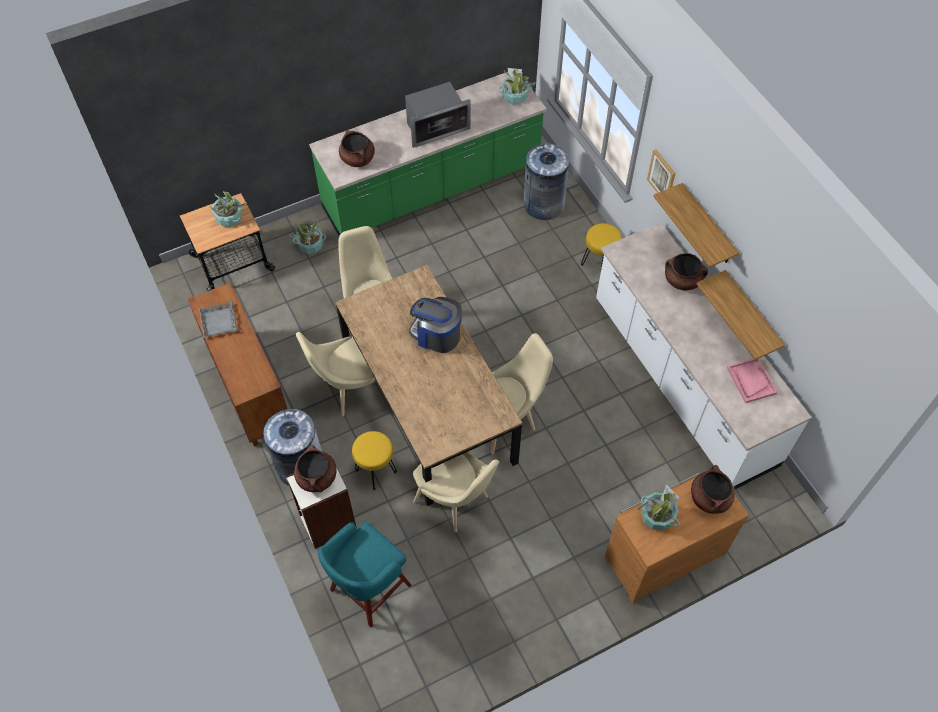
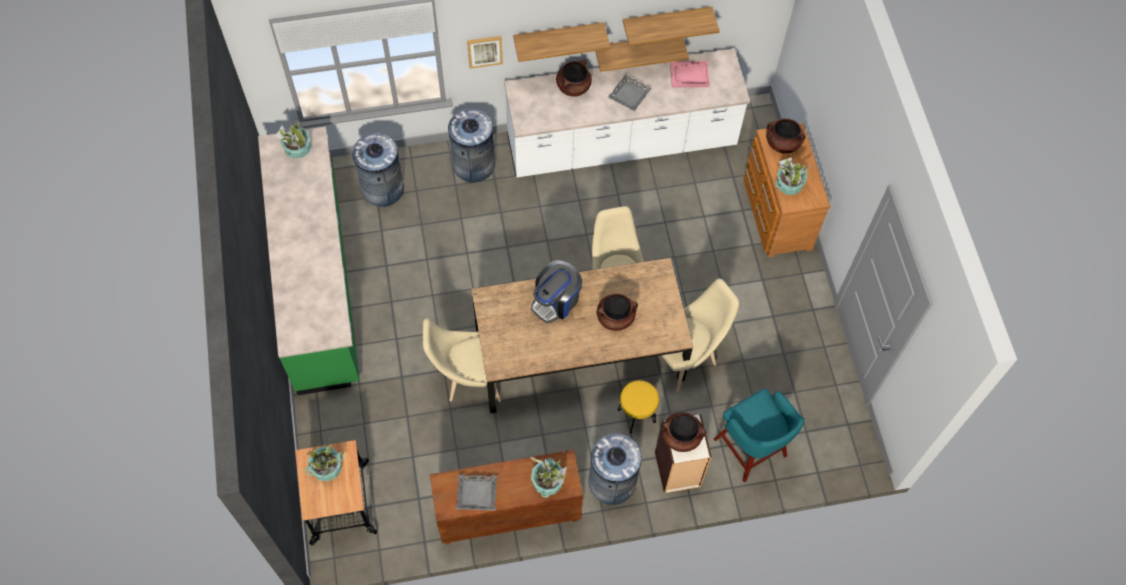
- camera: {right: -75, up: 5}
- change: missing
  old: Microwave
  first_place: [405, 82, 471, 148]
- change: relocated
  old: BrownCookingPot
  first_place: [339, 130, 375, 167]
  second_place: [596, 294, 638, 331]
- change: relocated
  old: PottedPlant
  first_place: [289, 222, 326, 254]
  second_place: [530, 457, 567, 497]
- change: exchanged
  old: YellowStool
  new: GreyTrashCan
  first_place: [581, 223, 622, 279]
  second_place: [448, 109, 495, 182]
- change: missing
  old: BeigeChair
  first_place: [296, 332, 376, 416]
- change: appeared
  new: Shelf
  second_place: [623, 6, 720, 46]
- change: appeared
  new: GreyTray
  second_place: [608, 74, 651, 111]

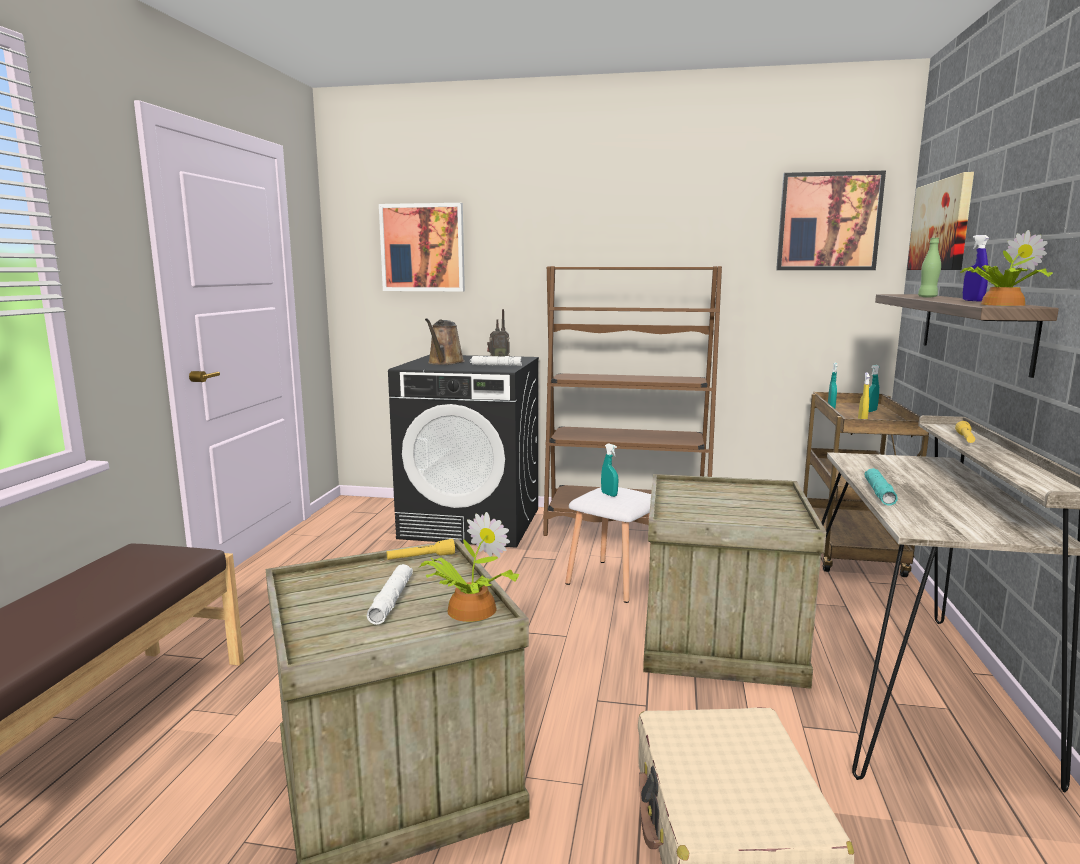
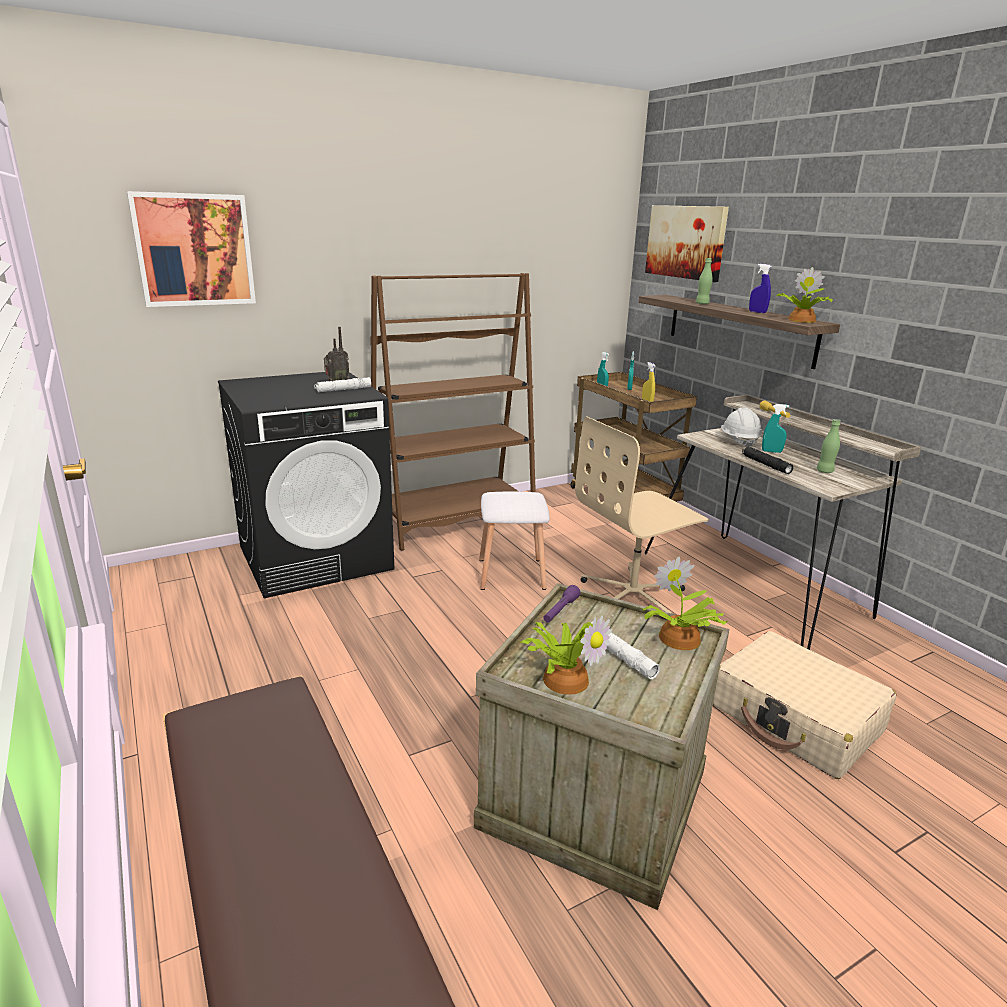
- camera: {right: -40, up: 10}
- change: missing
  old: Picture
  first_place: [776, 171, 886, 270]
- change: missing
  old: BrownWateringCan
  first_place: [425, 318, 465, 365]
- change: relocated
  old: TurquoiseSprayBottle
  first_place: [601, 443, 618, 497]
  second_place: [762, 404, 789, 453]
- change: colour
  old: TurquoiseFlashlight
  new: BlackFlashlight
  first_place: [864, 468, 898, 506]
  second_place: [742, 447, 793, 474]
- change: exchanged
  old: Crate
  new: BeigeOfficeChair
  first_place: [643, 474, 826, 689]
  second_place: [575, 417, 709, 613]
- change: colour
  old: YellowFlashlight
  new: PurpleFlashlight
  first_place: [387, 539, 455, 560]
  second_place: [543, 585, 580, 622]
- change: appeared
  new: WhiteHardHat
  second_place: [721, 407, 762, 447]
- change: appeared
  new: GreenBottle
  second_place: [817, 419, 841, 473]
- change: appeared
  new: PottedPlant
  second_place: [520, 615, 612, 695]

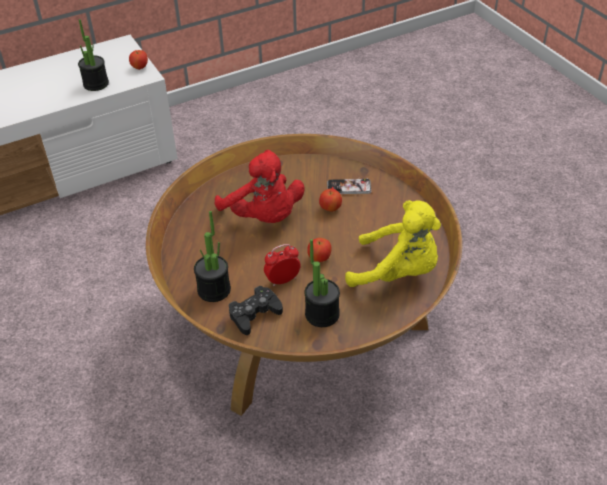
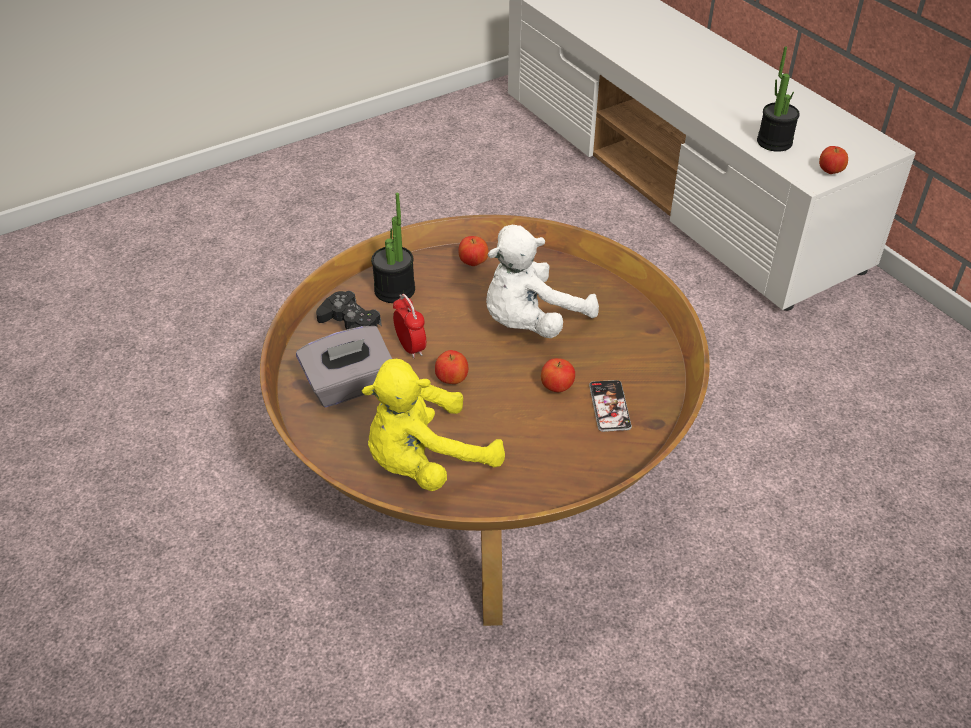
- camera: {right: 85, up: 0}
- change: colour
  old: RedPlushToy
  new: WhitePlushToy
  first_place: [215, 150, 305, 223]
  second_place: [486, 225, 599, 338]
- change: spun
  old: YellowPlushToy
  first_place: [345, 200, 441, 287]
  second_place: [362, 359, 505, 491]
  degrees: 45
- change: exchanged
  old: PottedPlant
  new: GreyTissueBox
  first_place: [304, 239, 340, 327]
  second_place: [296, 326, 392, 407]
- change: appeared
  new: Apple
  second_place: [458, 236, 489, 266]

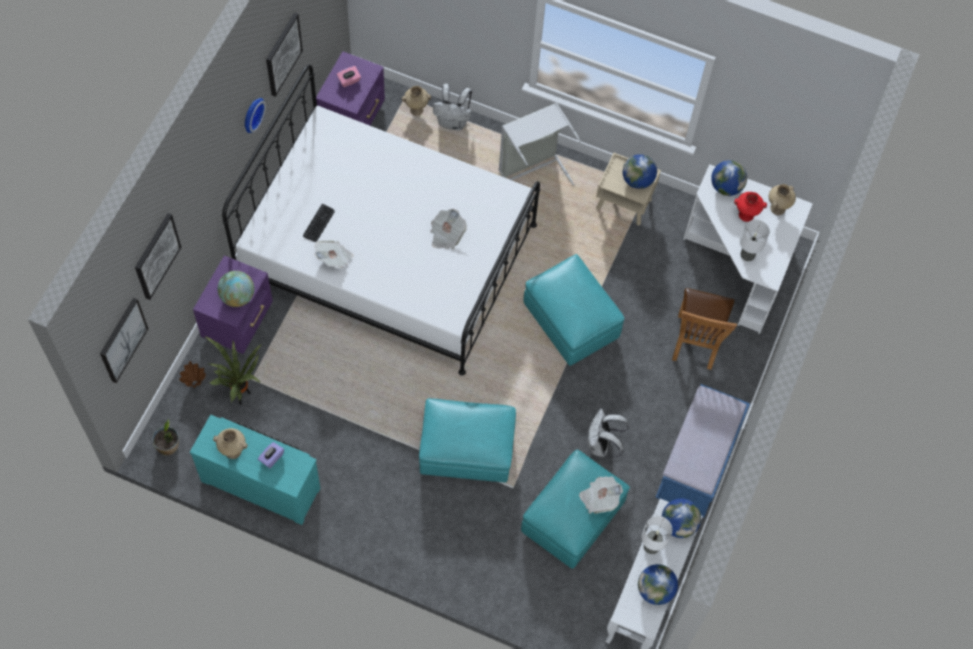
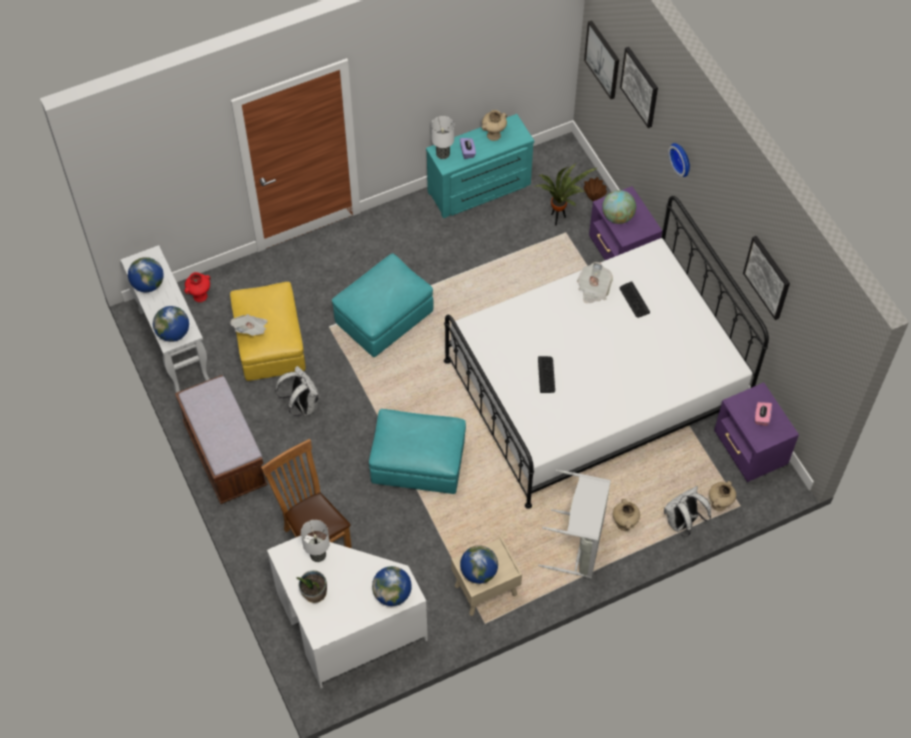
- camera: {right: 135, up: -5}
- change: relocated
  old: WallClock
  first_place: [245, 98, 266, 133]
  second_place: [668, 143, 690, 177]
- change: relocated
  old: BeigeVase
  first_place: [769, 184, 796, 215]
  second_place: [613, 499, 640, 531]
- change: relocated
  old: RedVase
  first_place: [734, 192, 767, 222]
  second_place: [184, 272, 211, 302]
- change: exchanged
  old: Newspaper
  new: Keyboard
  first_place: [430, 209, 467, 249]
  second_place: [538, 356, 555, 393]
- change: colour
  old: BlueBench
  new: BrownBench
  first_place: [655, 384, 750, 518]
  second_place: [175, 375, 268, 504]
- change: relocated
  old: PottedPlant
  first_place: [152, 419, 179, 456]
  second_place: [297, 570, 327, 603]
- change: colour
  old: TurquoiseOttoman
  new: YellowOttoman
  first_place: [521, 450, 630, 569]
  second_place: [230, 282, 306, 381]
- change: relocated
  old: TableLamp
  first_place: [642, 516, 672, 554]
  second_place: [431, 116, 454, 159]

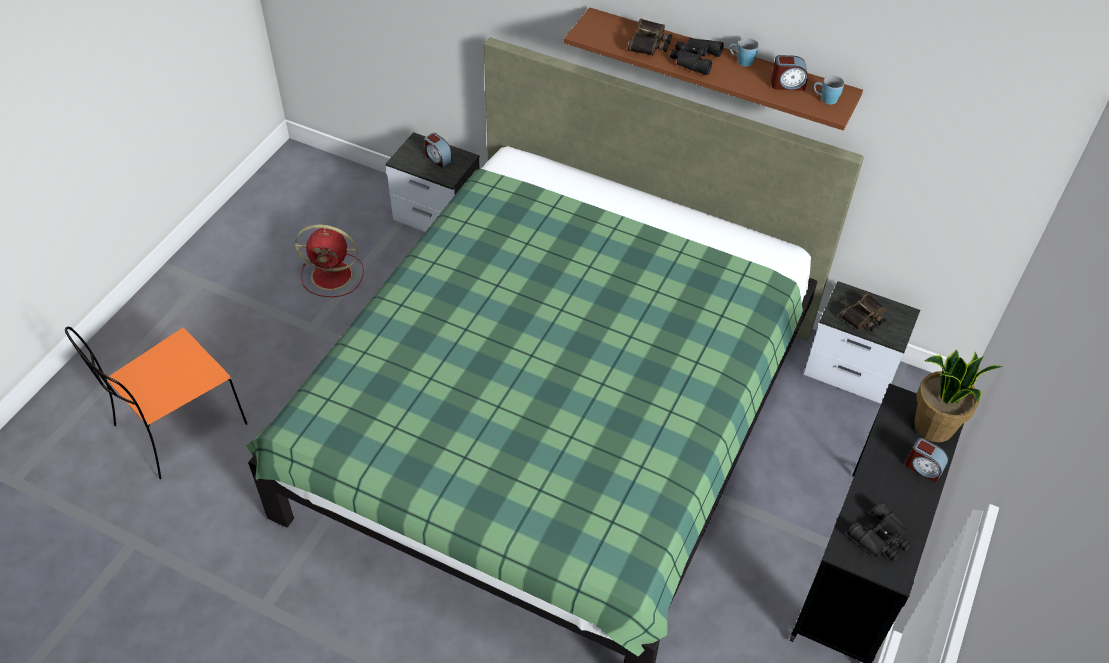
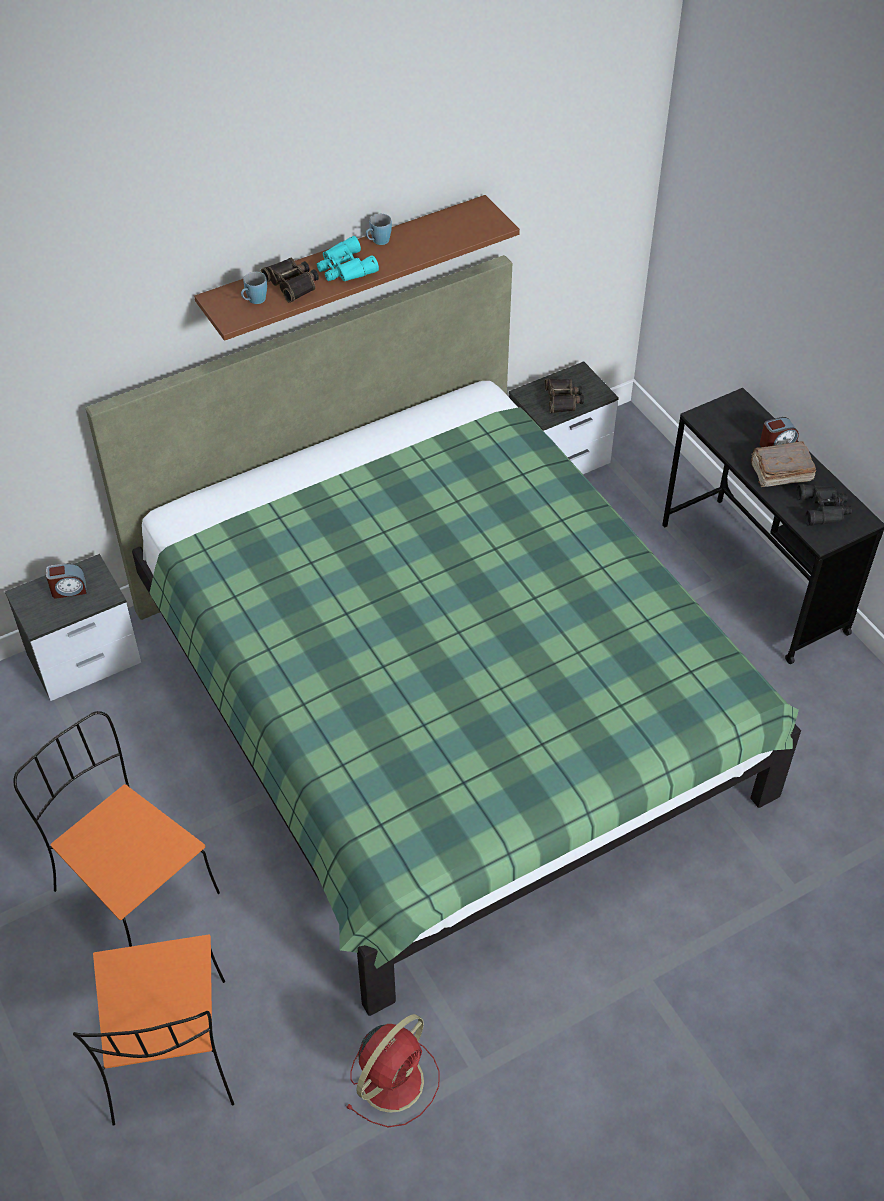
- camera: {right: -55, up: 0}
- change: colour
  old: BlackBinoculars
  new: TurquoiseBinoculars
  first_place: [670, 37, 724, 75]
  second_place: [317, 236, 379, 281]
- change: missing
  old: AlarmClock
  first_place: [771, 55, 808, 91]
- change: relocated
  old: BlueMug
  first_place: [814, 75, 844, 105]
  second_place: [241, 272, 267, 304]
- change: relocated
  old: RedFan
  first_place: [295, 224, 364, 297]
  second_place: [346, 1014, 440, 1127]
- change: missing
  old: PottedPlant
  first_place: [914, 350, 1002, 442]
- change: appeared
  new: BrownBook
  second_place: [751, 441, 816, 487]
- change: appeared
  new: OrangeChair
  second_place: [13, 711, 220, 947]

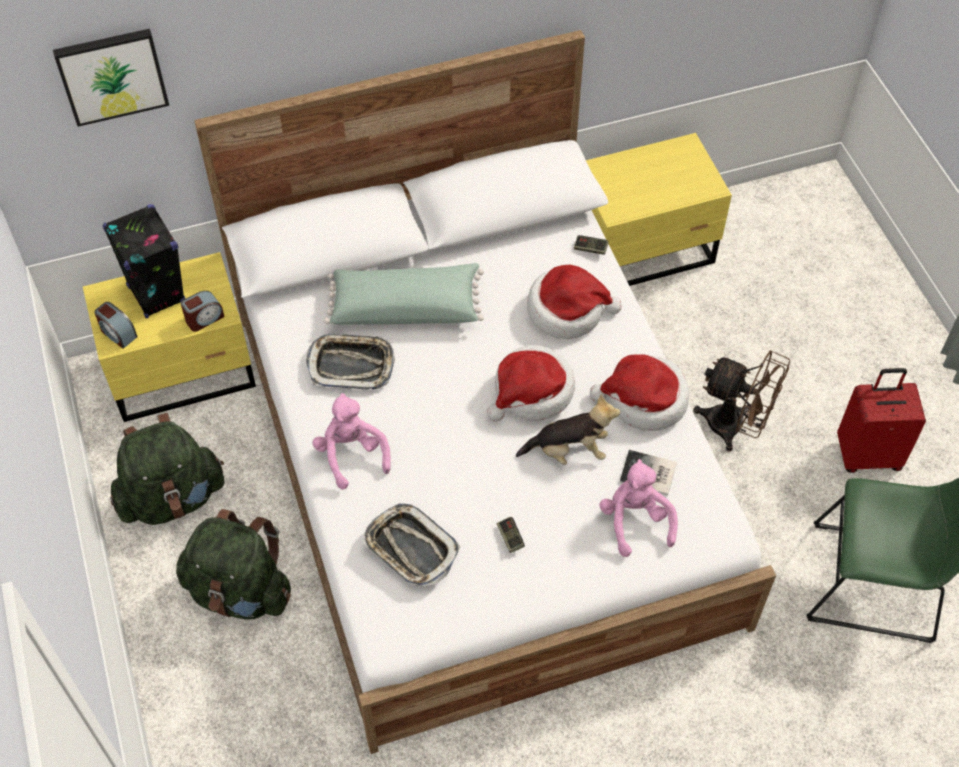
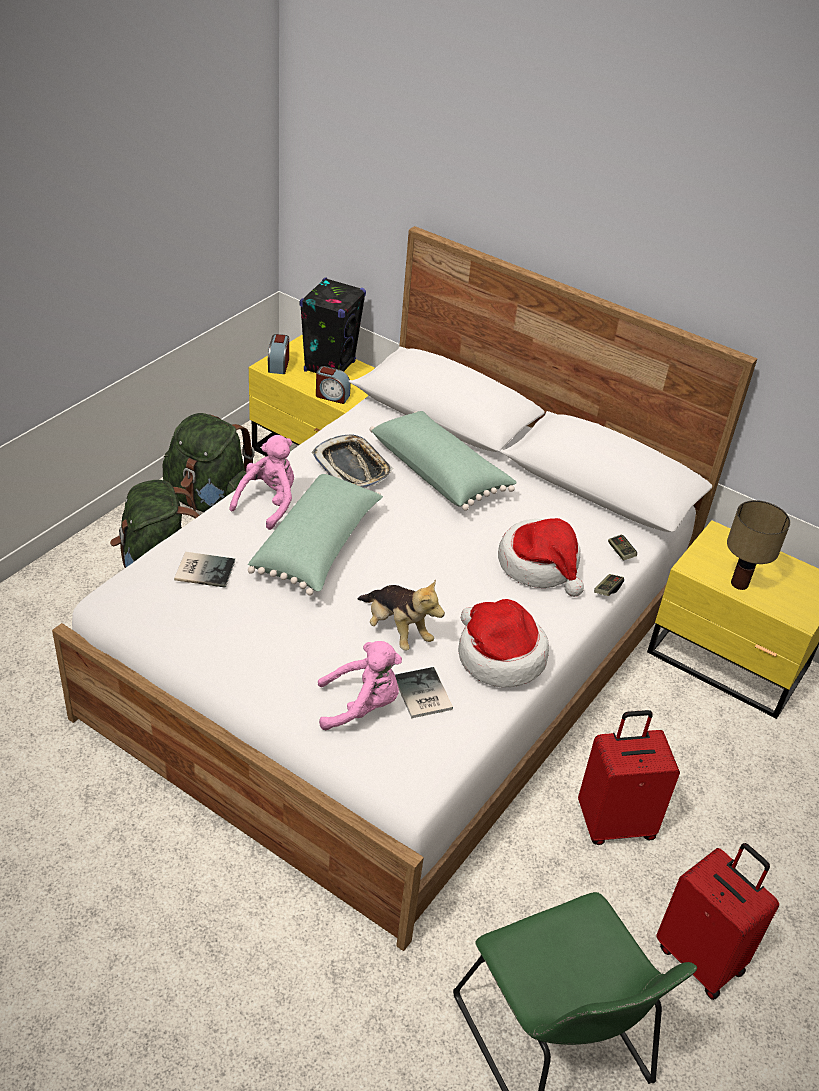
- camera: {right: 50, up: -15}
- change: missing
  old: Picture
  first_place: [53, 29, 169, 127]
- change: missing
  old: Hat
  first_place: [487, 345, 575, 422]
- change: exchanged
  old: BrownFan
  new: RedSuitcase
  first_place: [694, 350, 790, 452]
  second_place: [578, 710, 680, 845]
- change: spun
  old: PinkPlushToy
  first_place: [599, 459, 678, 557]
  second_place: [318, 641, 402, 730]
  degrees: 45
- change: exchanged
  old: Tray
  new: Book
  first_place: [362, 503, 460, 587]
  second_place: [174, 552, 235, 588]
- change: relocated
  old: GameController
  first_place: [497, 517, 525, 553]
  second_place: [594, 574, 624, 596]
- change: appeared
  new: GreenPillow
  second_place: [248, 474, 383, 596]
- change: appeared
  new: TableLamp
  second_place: [727, 500, 790, 590]

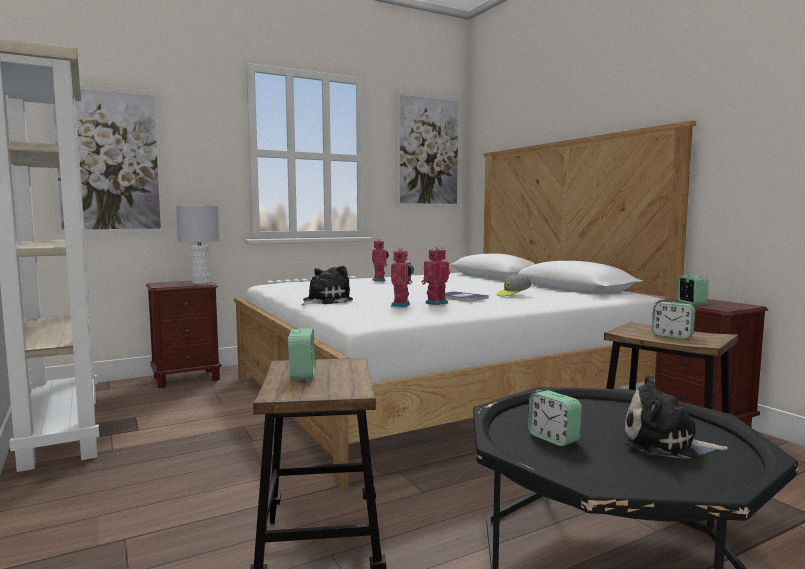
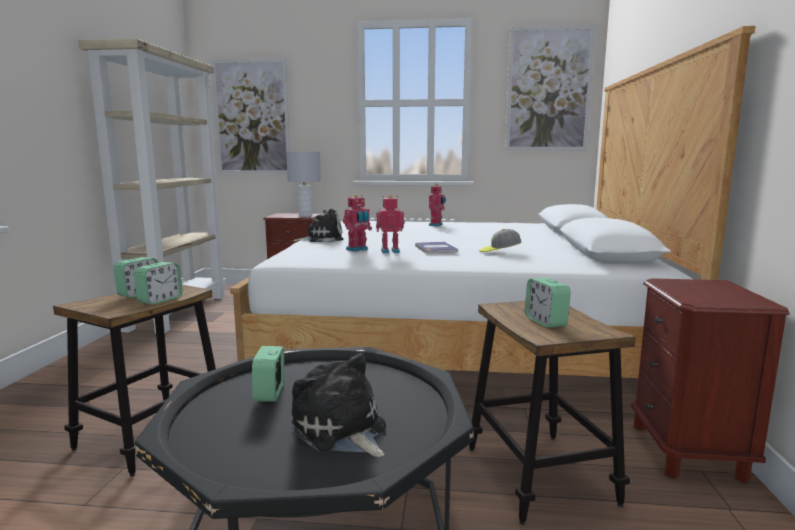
- camera: {right: 35, up: 5}
- change: relocated
  old: AlarmClock
  first_place: [677, 275, 708, 305]
  second_place: [134, 262, 182, 305]

